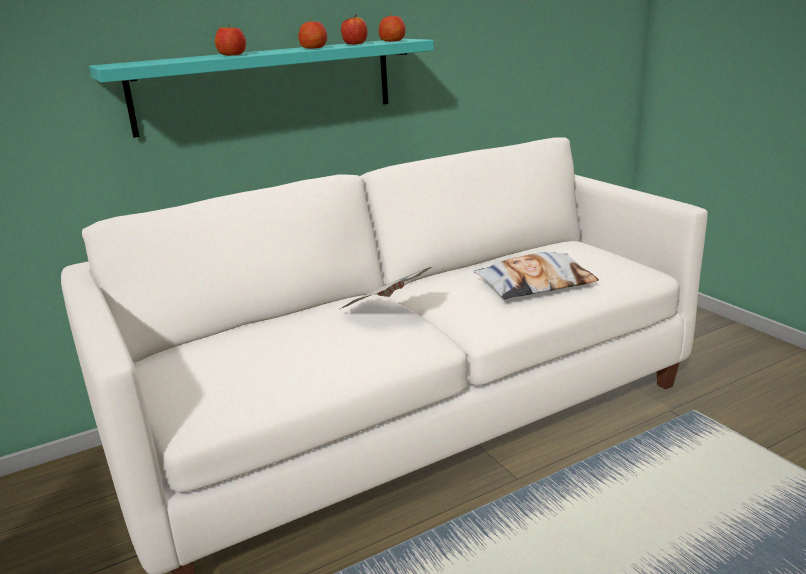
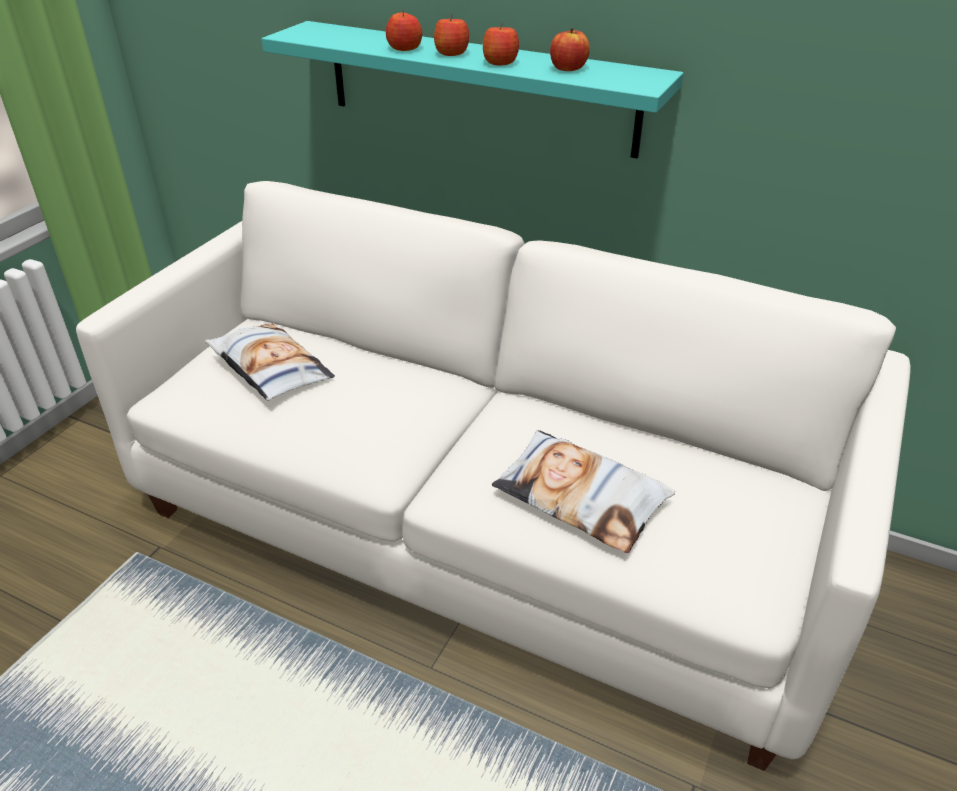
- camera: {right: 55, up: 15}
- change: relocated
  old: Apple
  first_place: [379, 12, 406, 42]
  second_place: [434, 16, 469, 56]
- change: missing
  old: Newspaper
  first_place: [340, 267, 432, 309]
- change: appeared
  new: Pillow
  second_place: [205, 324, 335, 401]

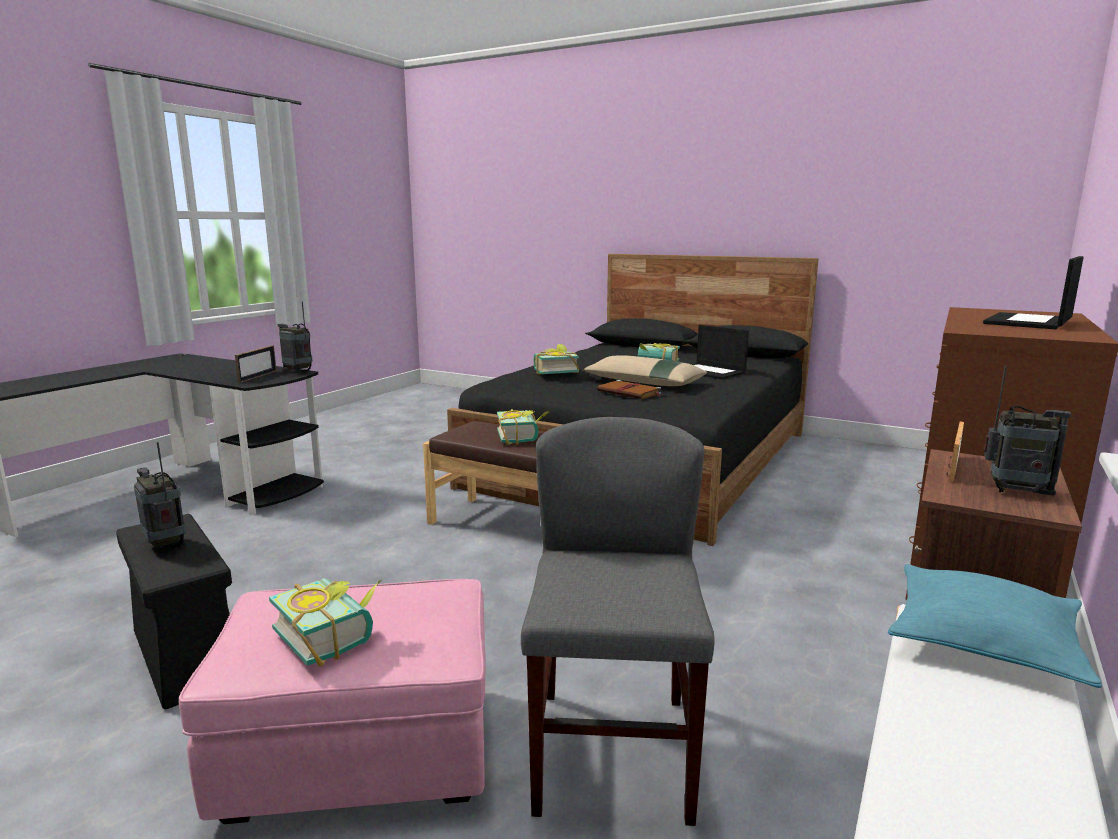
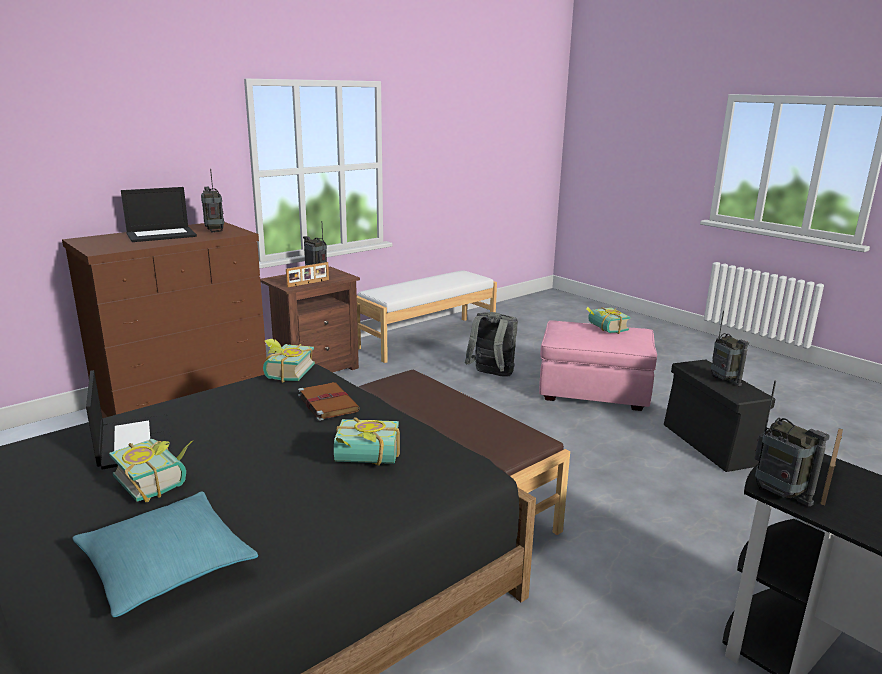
- camera: {right: -160, up: 5}
- change: missing
  old: BeigePillow
  first_place: [583, 355, 707, 386]
- change: relocated
  old: Book
  first_place: [497, 409, 549, 445]
  second_place: [263, 339, 315, 383]
- change: exchanged
  old: GreyChair
  new: GreyBackpack
  first_place: [521, 417, 715, 826]
  second_place: [465, 312, 518, 377]
- change: relocated
  old: TurquoisePillow
  first_place: [888, 564, 1102, 688]
  second_place: [72, 491, 258, 617]
- change: appeared
  new: Radio
  second_place: [201, 168, 224, 233]

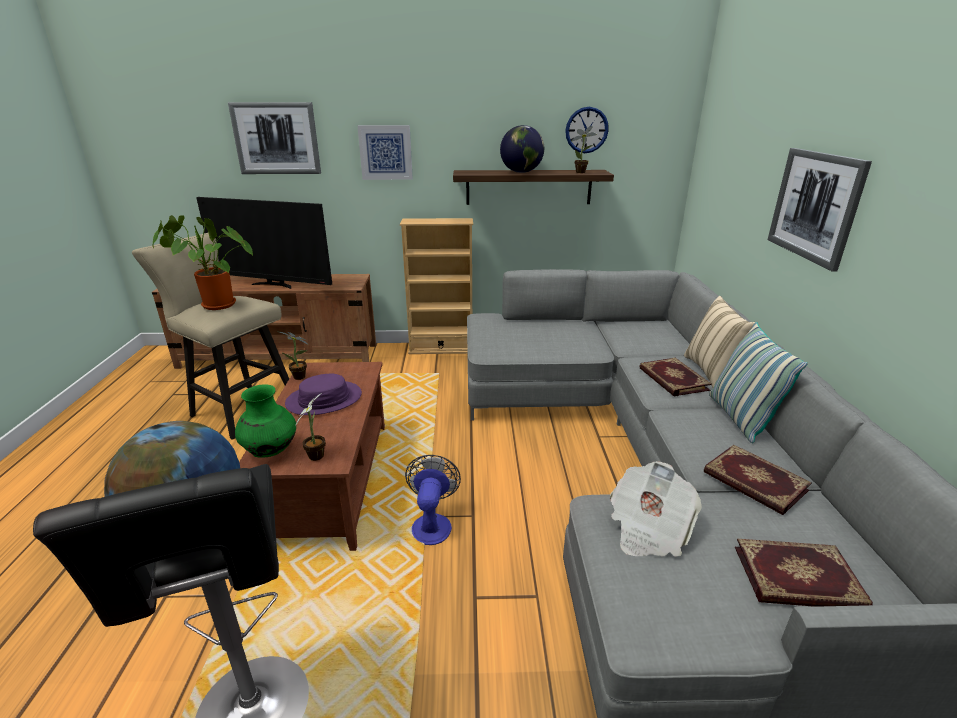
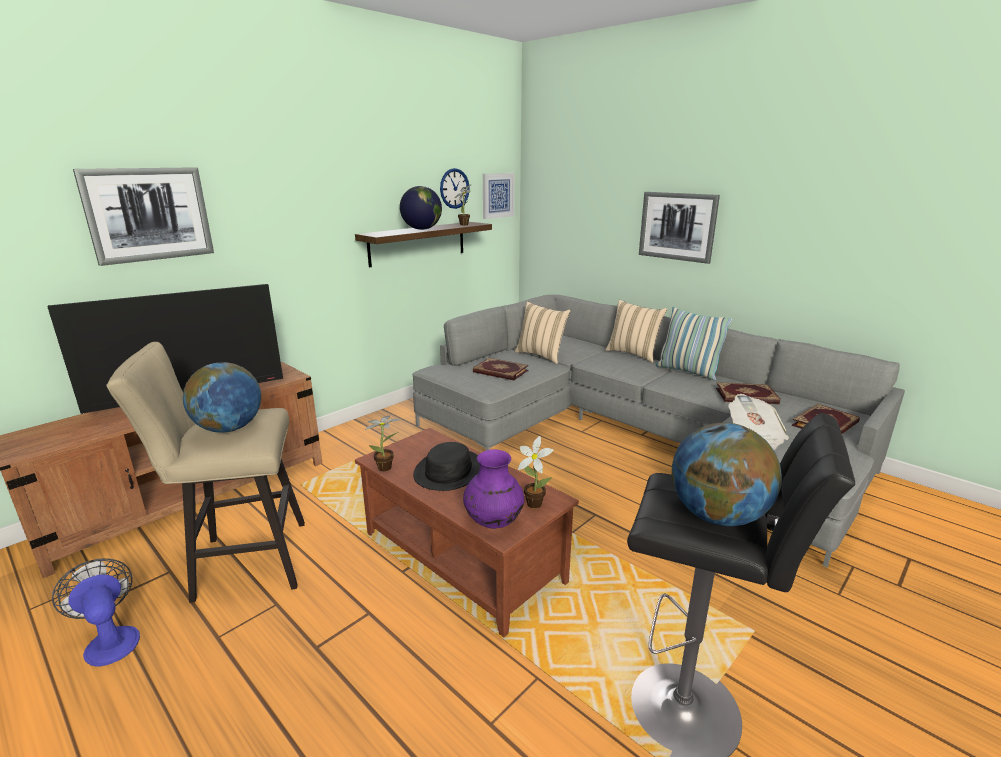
- camera: {right: -45, up: -5}
- change: relocated
  old: Picture
  first_place: [357, 125, 413, 180]
  second_place: [483, 173, 514, 219]
- change: exchanged
  old: PottedPlant
  new: Globe
  first_place: [153, 215, 253, 310]
  second_place: [183, 362, 261, 433]
- change: missing
  old: BeigeBookcase
  first_place: [400, 218, 473, 354]
- change: relocated
  old: Book
  first_place: [639, 358, 712, 396]
  second_place: [473, 358, 529, 380]
- change: colour
  old: PurpleHat
  new: BlackHat
  first_place: [285, 374, 362, 415]
  second_place: [413, 442, 480, 491]
- change: colour
  old: GreenVase
  new: PurpleVase
  first_place: [235, 384, 296, 458]
  second_place: [463, 449, 524, 529]
- change: relocated
  old: Fan
  first_place: [405, 455, 461, 545]
  second_place: [52, 558, 140, 667]
- change: appeared
  new: BeigePillow
  second_place: [515, 301, 571, 364]

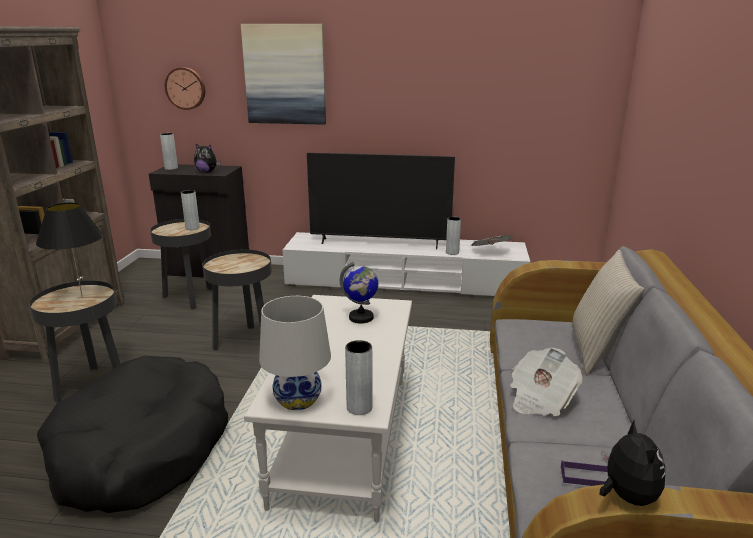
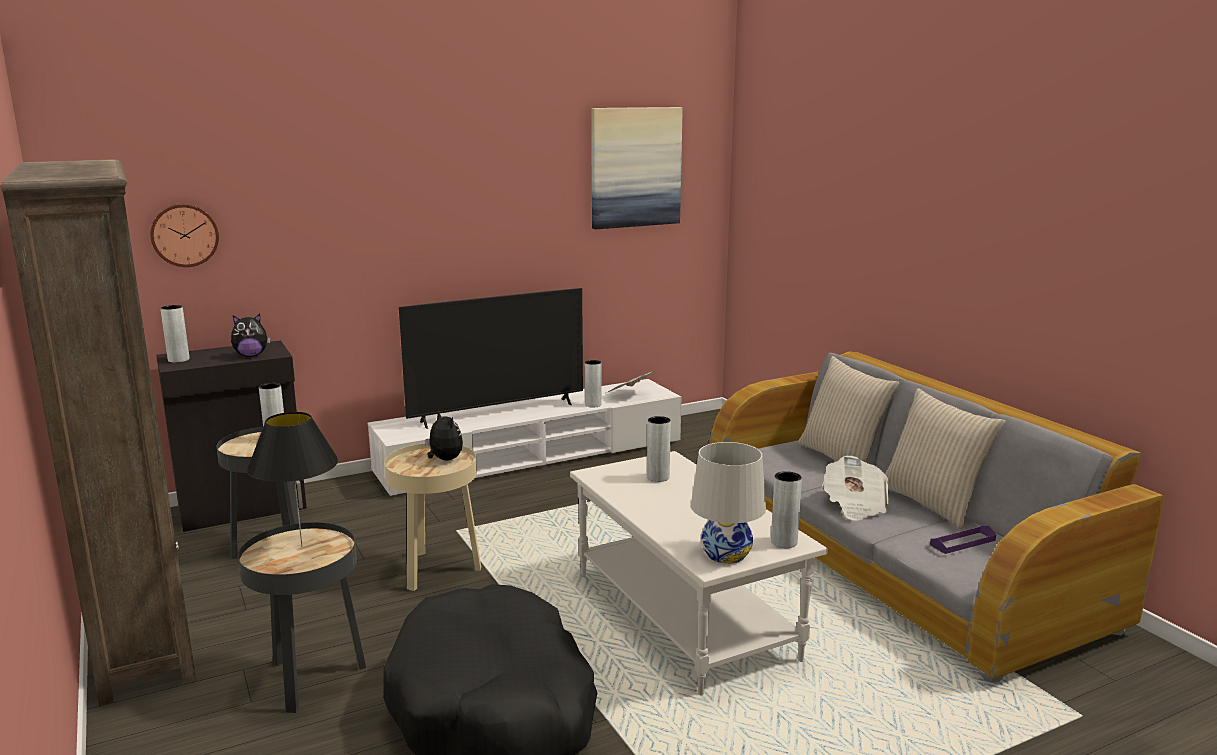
- camera: {right: -35, up: -5}
- change: relocated
  old: Picture
  first_place: [241, 24, 326, 125]
  second_place: [591, 107, 683, 229]
- change: colour
  old: BlackSideTable
  new: BeigeSideTable
  first_place: [202, 250, 272, 351]
  second_place: [384, 443, 481, 591]
- change: exchanged
  old: Globe
  new: GreyVase
  first_place: [340, 262, 378, 323]
  second_place: [647, 416, 671, 482]
- change: relocated
  old: PlushToy
  first_place: [600, 419, 665, 506]
  second_place: [425, 410, 463, 461]
- change: appeared
  new: BeigePillow
  second_place: [885, 388, 1006, 529]

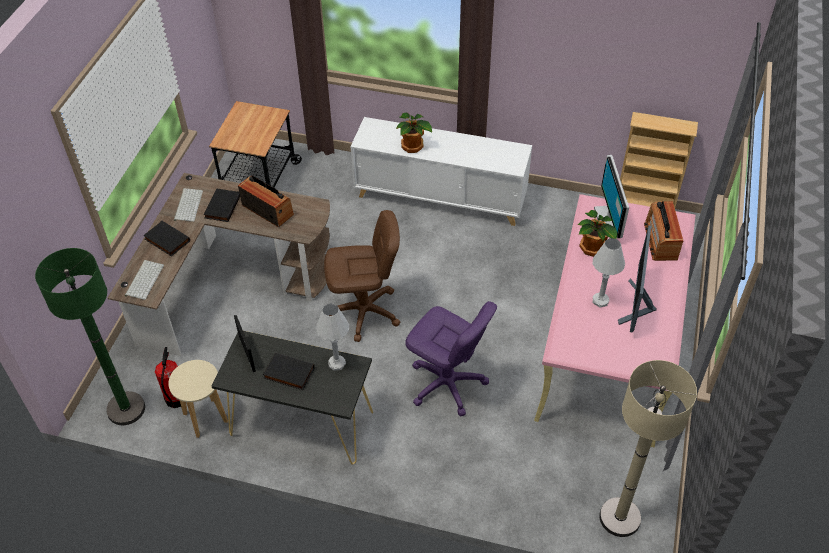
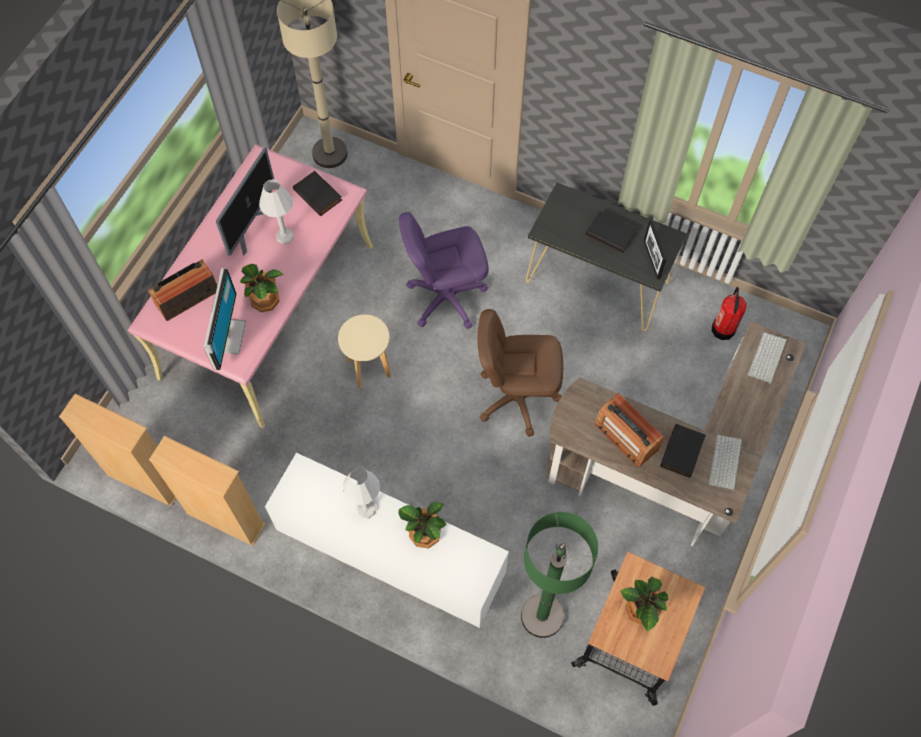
- camera: {right: -170, up: 15}
- change: spun
  old: Radio
  first_place: [644, 201, 683, 261]
  second_place: [148, 260, 217, 321]
  degrees: -135
- change: relocated
  old: BlackBook
  first_place: [143, 221, 190, 256]
  second_place: [293, 171, 342, 216]
- change: relocated
  old: GreenFloorLamp
  first_place: [35, 248, 145, 425]
  second_place: [521, 512, 598, 638]
- change: spun
  old: PurpleOfficeChair
  first_place: [405, 301, 497, 416]
  second_place: [399, 212, 489, 329]
  degrees: -60
- change: relocated
  old: WhiteTableLamp
  first_place: [316, 303, 349, 371]
  second_place: [343, 468, 380, 519]
- change: relocated
  old: BeigeStool
  first_place: [168, 360, 228, 438]
  second_place: [338, 315, 391, 389]
- change: appeared
  new: BeigeBookcase
  second_place: [149, 436, 266, 546]
- change: appeared
  new: PottedPlant
  second_place: [620, 577, 668, 632]

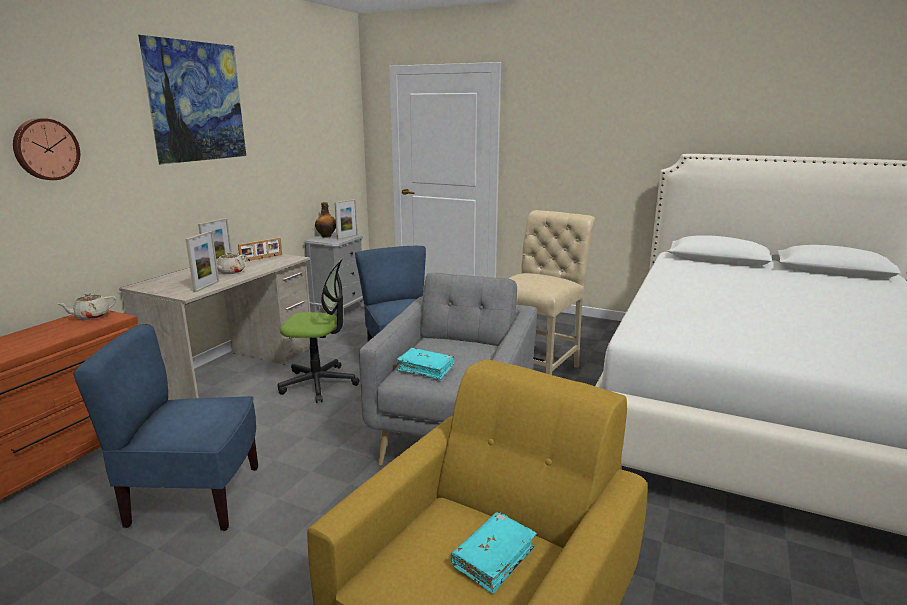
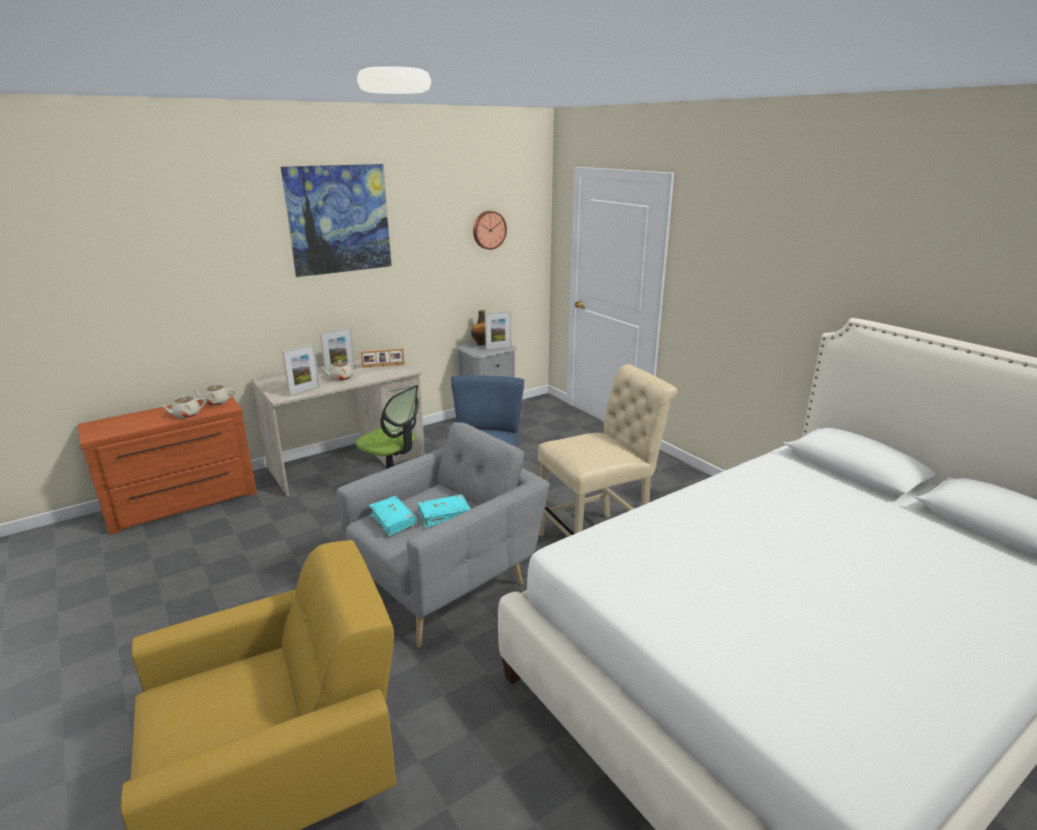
- camera: {right: 30, up: 5}
- change: relocated
  old: WallClock
  first_place: [13, 118, 80, 180]
  second_place: [473, 211, 507, 250]
- change: missing
  old: BlueChair
  first_place: [73, 324, 258, 531]
- change: relocated
  old: TurquoiseBook
  first_place: [451, 512, 537, 594]
  second_place: [418, 494, 470, 528]
- change: appeared
  new: BeigeTeapot
  second_place: [159, 396, 206, 418]

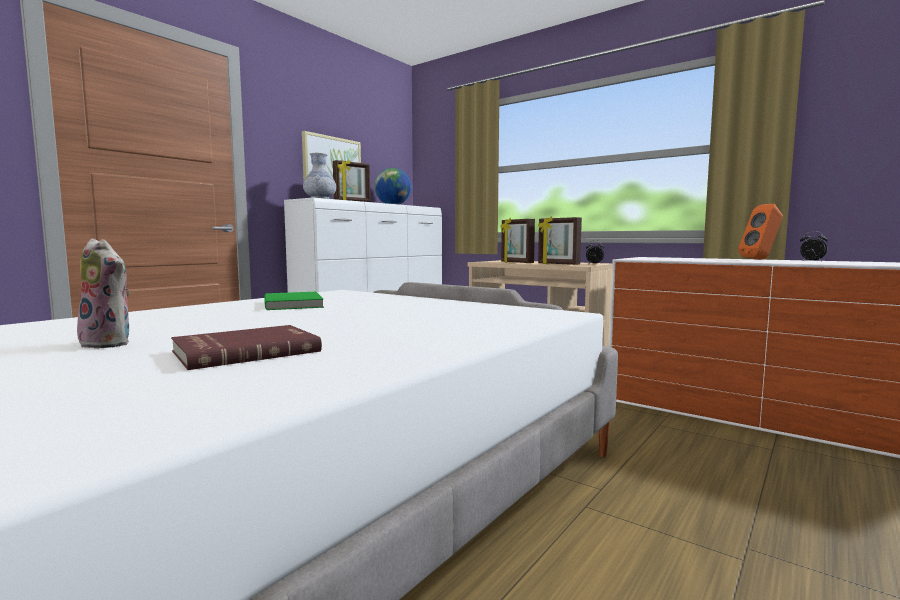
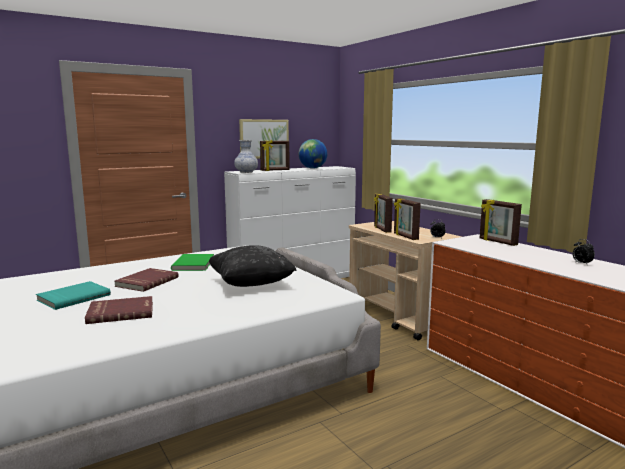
- camera: {right: 20, up: 5}
- change: missing
  old: OrangeSpeaker
  first_place: [738, 204, 783, 260]
- change: exchanged
  old: PlushToy
  new: TurquoiseBook
  first_place: [75, 238, 130, 349]
  second_place: [36, 281, 111, 310]
- change: appeared
  new: PictureFrame
  second_place: [480, 199, 522, 246]
- change: appeared
  new: BlackPillow
  second_place: [209, 246, 297, 287]
- change: appeared
  new: RedBook
  second_place: [114, 268, 179, 292]

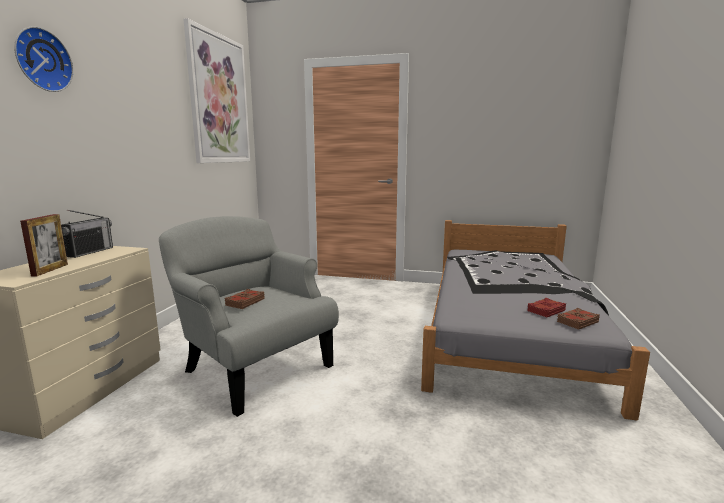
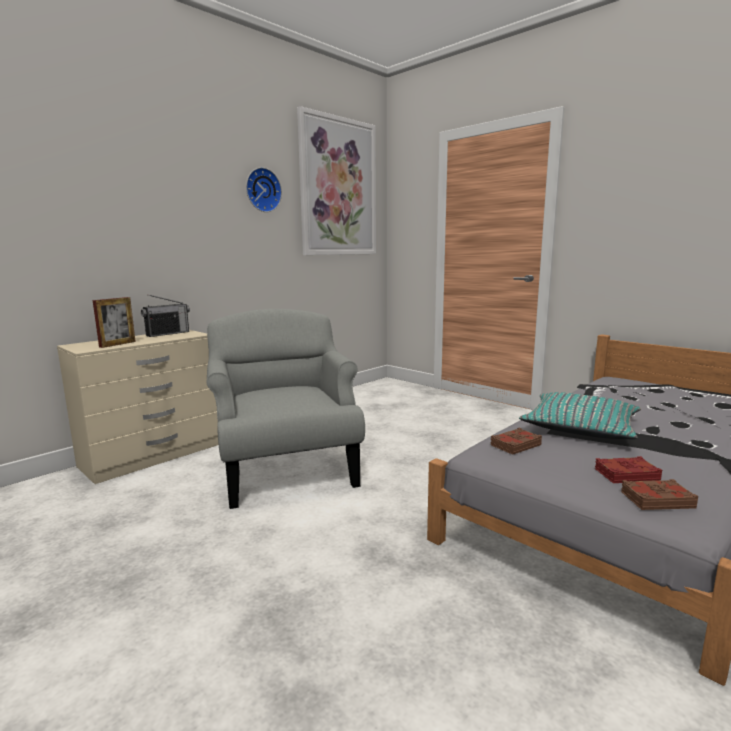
- camera: {right: 30, up: 0}
- change: relocated
  old: WallClock
  first_place: [14, 26, 73, 92]
  second_place: [246, 167, 282, 212]
- change: relocated
  old: BrownBook
  first_place: [225, 289, 265, 309]
  second_place: [491, 428, 542, 455]
- change: appeared
  new: TurquoisePillow
  second_place: [519, 392, 641, 439]

